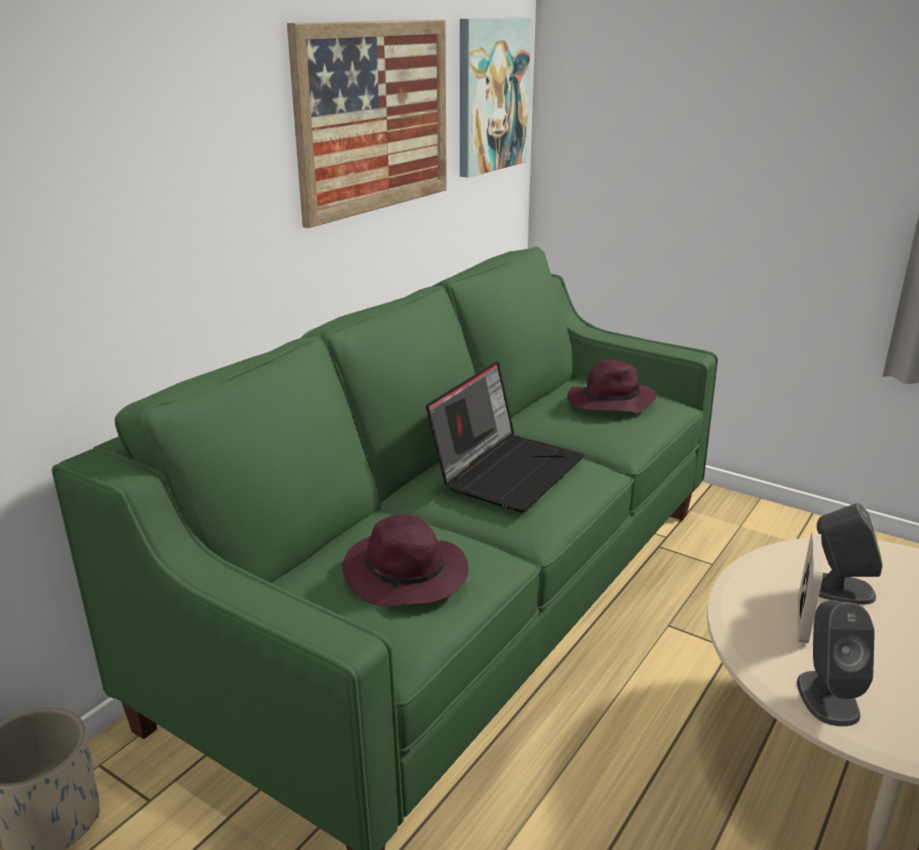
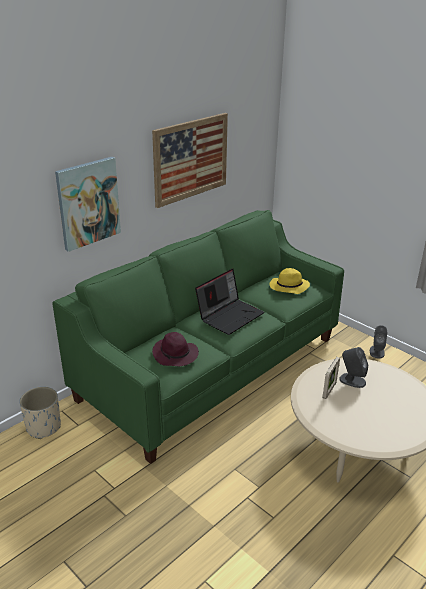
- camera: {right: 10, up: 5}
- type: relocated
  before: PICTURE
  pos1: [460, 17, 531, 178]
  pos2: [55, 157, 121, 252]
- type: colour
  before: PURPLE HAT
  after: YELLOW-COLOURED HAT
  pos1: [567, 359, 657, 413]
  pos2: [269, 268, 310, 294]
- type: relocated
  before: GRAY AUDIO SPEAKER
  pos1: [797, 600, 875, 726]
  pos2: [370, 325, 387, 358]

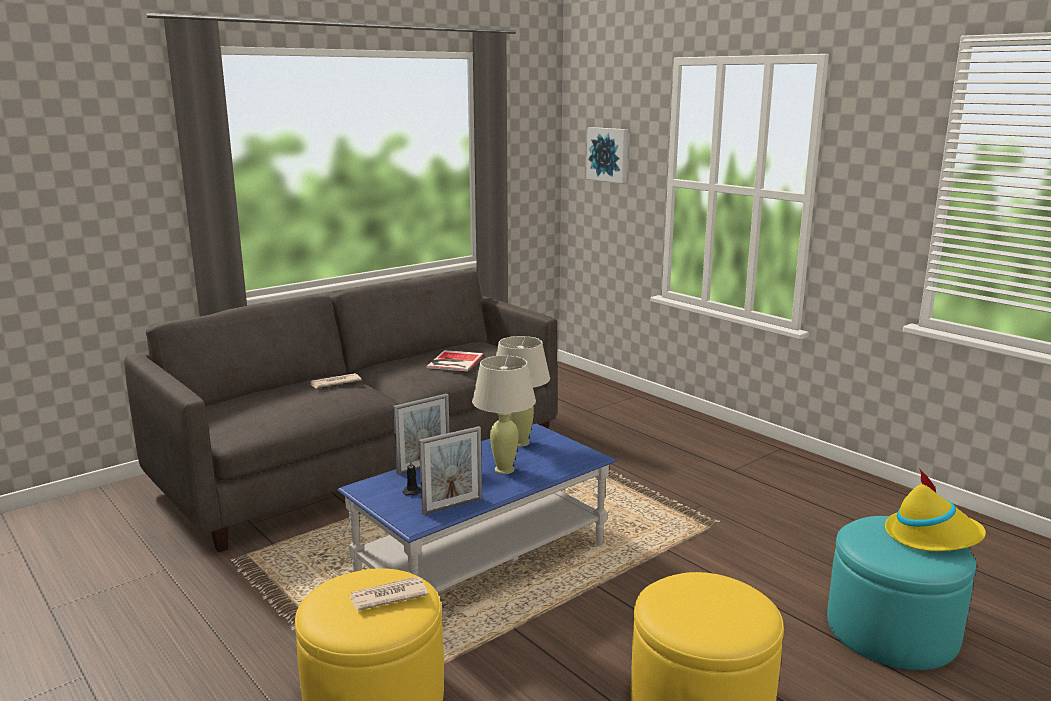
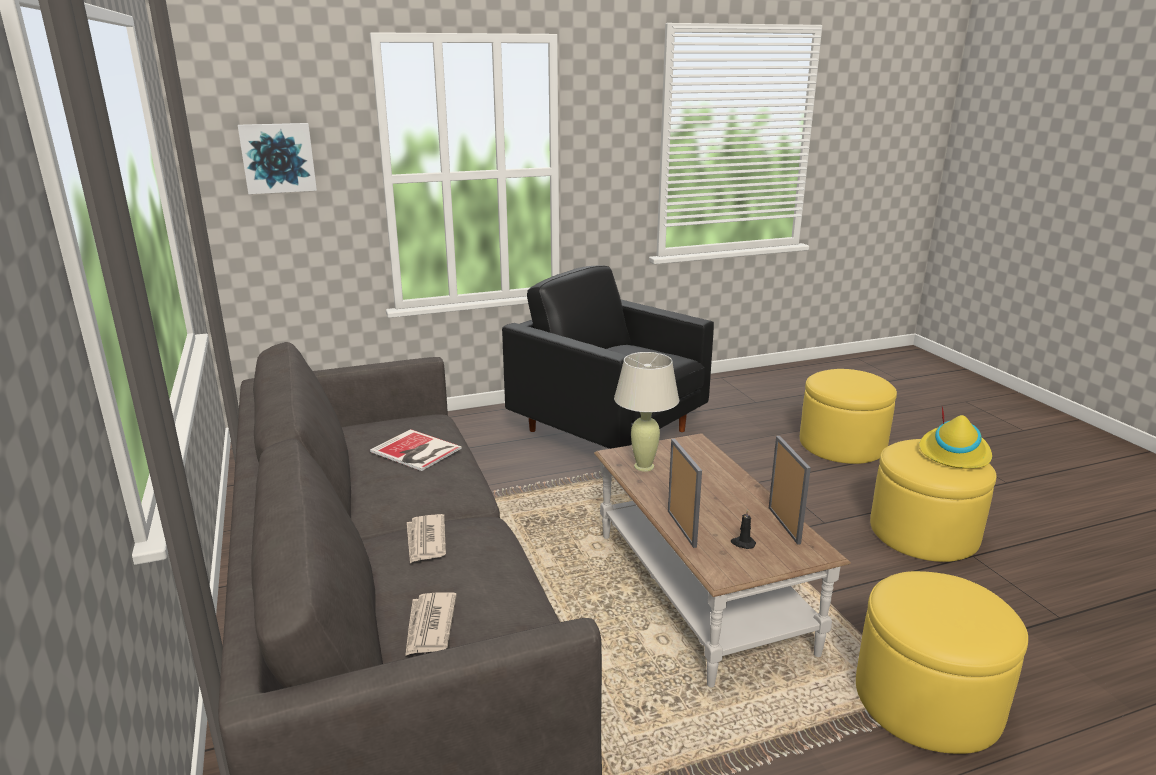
- camera: {right: -70, up: 5}
- type: missing
  before: BEIGE TABLE LAMP
  pos1: [472, 355, 536, 474]
- type: colour
  before: BLUE-COLOURED COFFEE TABLE
  after: BROWN-COLOURED COFFEE TABLE
  pos1: [337, 423, 616, 592]
  pos2: [594, 433, 851, 687]
- type: relocated
  before: YELLOW-COLOURED HAT
  pos1: [885, 468, 986, 551]
  pos2: [919, 407, 992, 468]
- type: colour
  before: TURQUOISE-COLOURED POUFFE
  after: YELLOW-COLOURED POUFFE
  pos1: [827, 516, 976, 670]
  pos2: [800, 369, 897, 464]
- type: relocated
  before: PRINTED PAPER
  pos1: [349, 577, 428, 610]
  pos2: [405, 592, 457, 656]
- type: appeared
  after: BLACK LOUNGE CHAIR
  pos2: [502, 265, 714, 449]

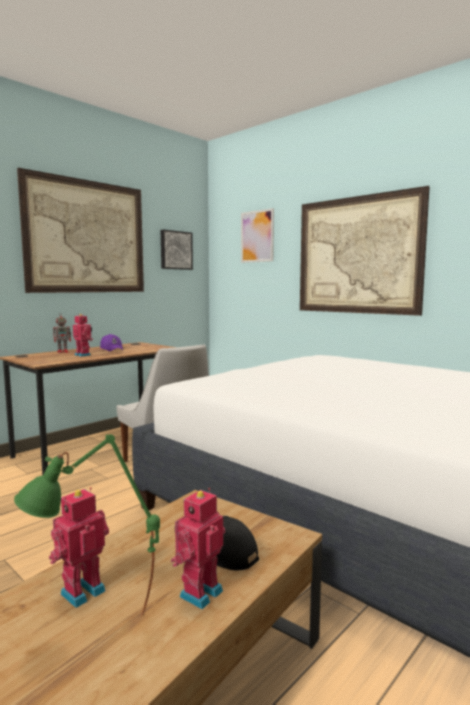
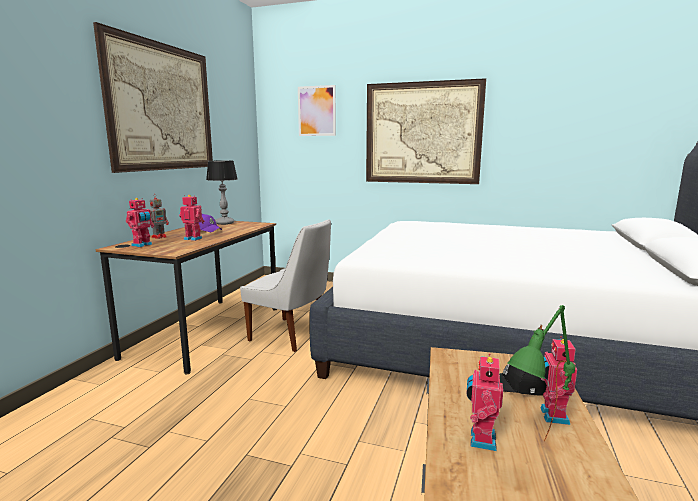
- camera: {right: -25, up: 5}
- type: missing
  before: PICTURE
  pos1: [161, 229, 193, 270]
- type: appeared
  after: TABLE LAMP
  pos2: [206, 161, 238, 225]
- type: appeared
  after: ROBOT FIGURE
  pos2: [126, 198, 154, 247]

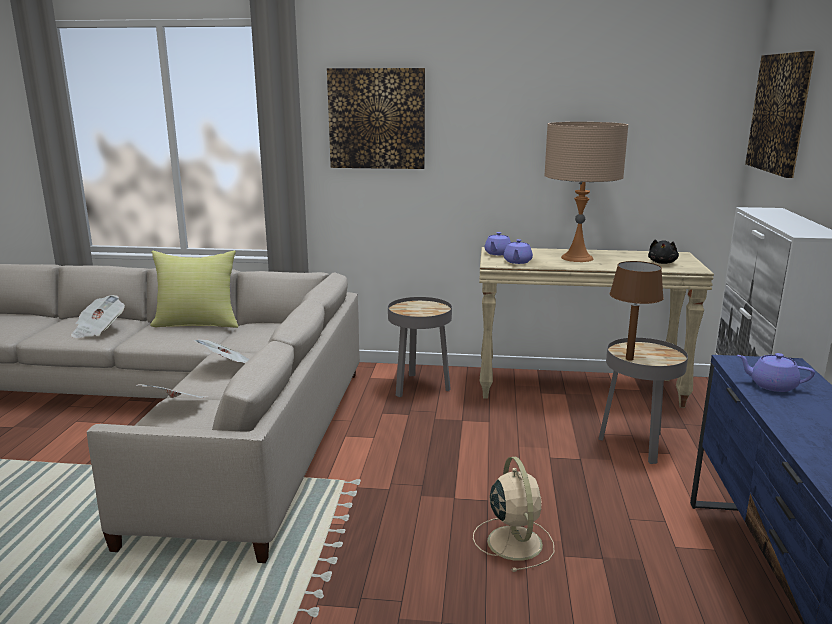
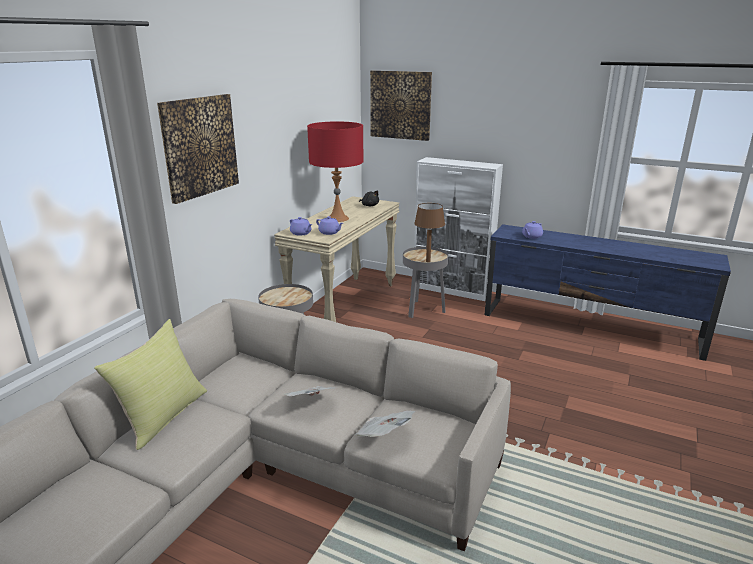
- camera: {right: -70, up: 5}
- type: colour
  before: BEIGE TABLE LAMP
  after: RED TABLE LAMP
  pos1: [545, 122, 628, 262]
  pos2: [307, 121, 363, 222]
- type: missing
  before: PRINTED PAPER
  pos1: [71, 295, 125, 338]
- type: missing
  before: BEIGE COOLING FAN
  pos1: [473, 457, 554, 572]

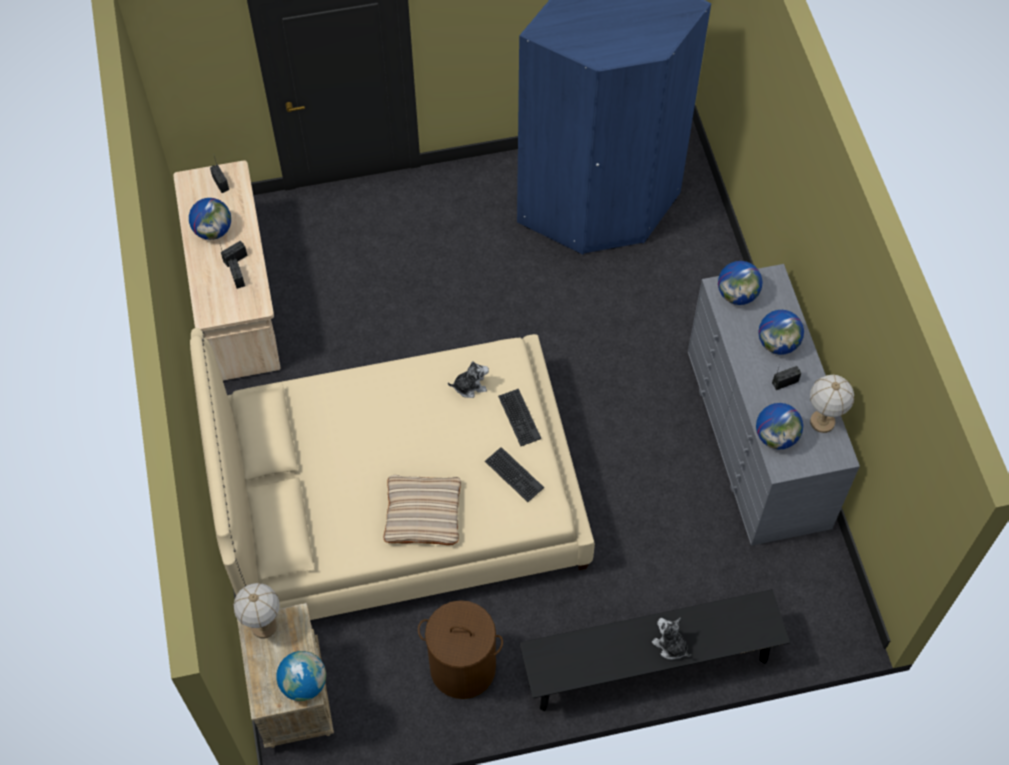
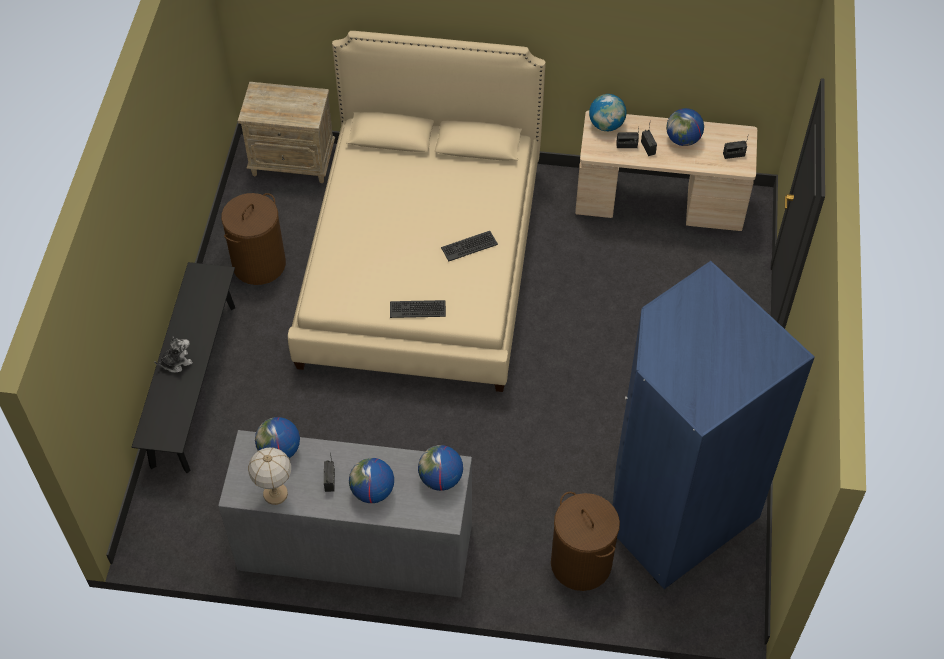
- camera: {right: 110, up: -5}
- type: missing
  before: CUDDLY TOY
  pos1: [448, 361, 489, 398]
- type: relocated
  before: KEYBOARD
  pos1: [485, 447, 544, 502]
  pos2: [441, 231, 498, 261]
- type: missing
  before: BEIGE PILLOW
  pos1: [384, 475, 461, 545]
- type: missing
  before: TABLE LAMP
  pos1: [233, 583, 280, 638]
- type: relocated
  before: DESK GLOBE
  pos1: [276, 651, 326, 701]
  pos2: [589, 94, 627, 131]
- type: appeared
  after: BROWN-COLOURED WASHING BASKET
  pos2: [551, 492, 620, 591]

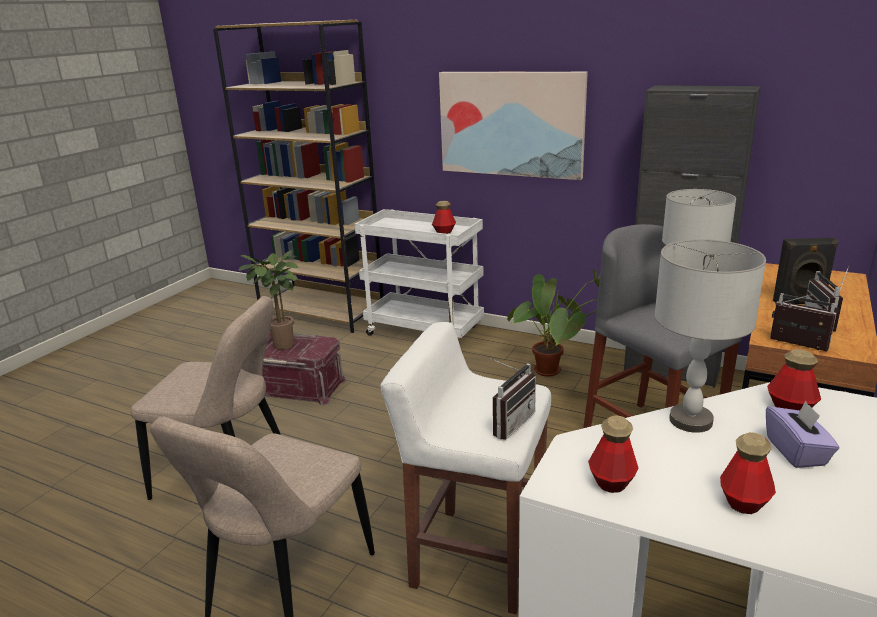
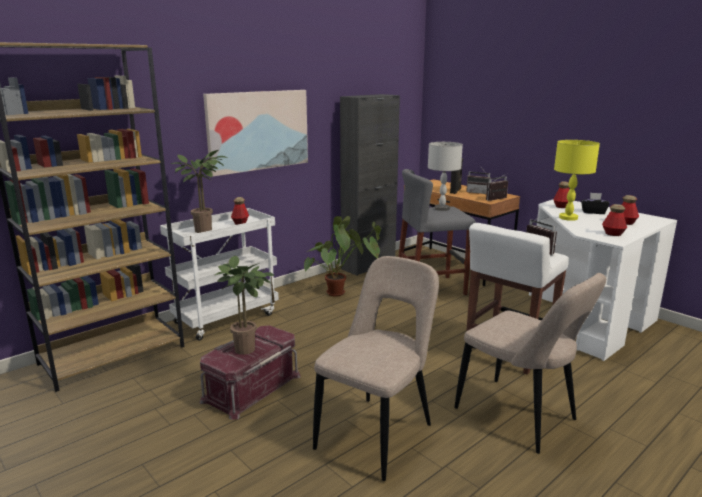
- camera: {right: -70, up: -5}
- type: colour
  before: GRAY TABLE LAMP
  after: YELLOW-COLOURED TABLE LAMP
  pos1: [655, 239, 766, 433]
  pos2: [554, 140, 600, 221]
- type: colour
  before: PURPLE BOX OF TISSUES
  after: BLACK BOX OF TISSUES
  pos1: [766, 401, 839, 468]
  pos2: [581, 193, 610, 214]
- type: appeared
  after: PLANT IN A POT
  pos2: [171, 150, 227, 233]

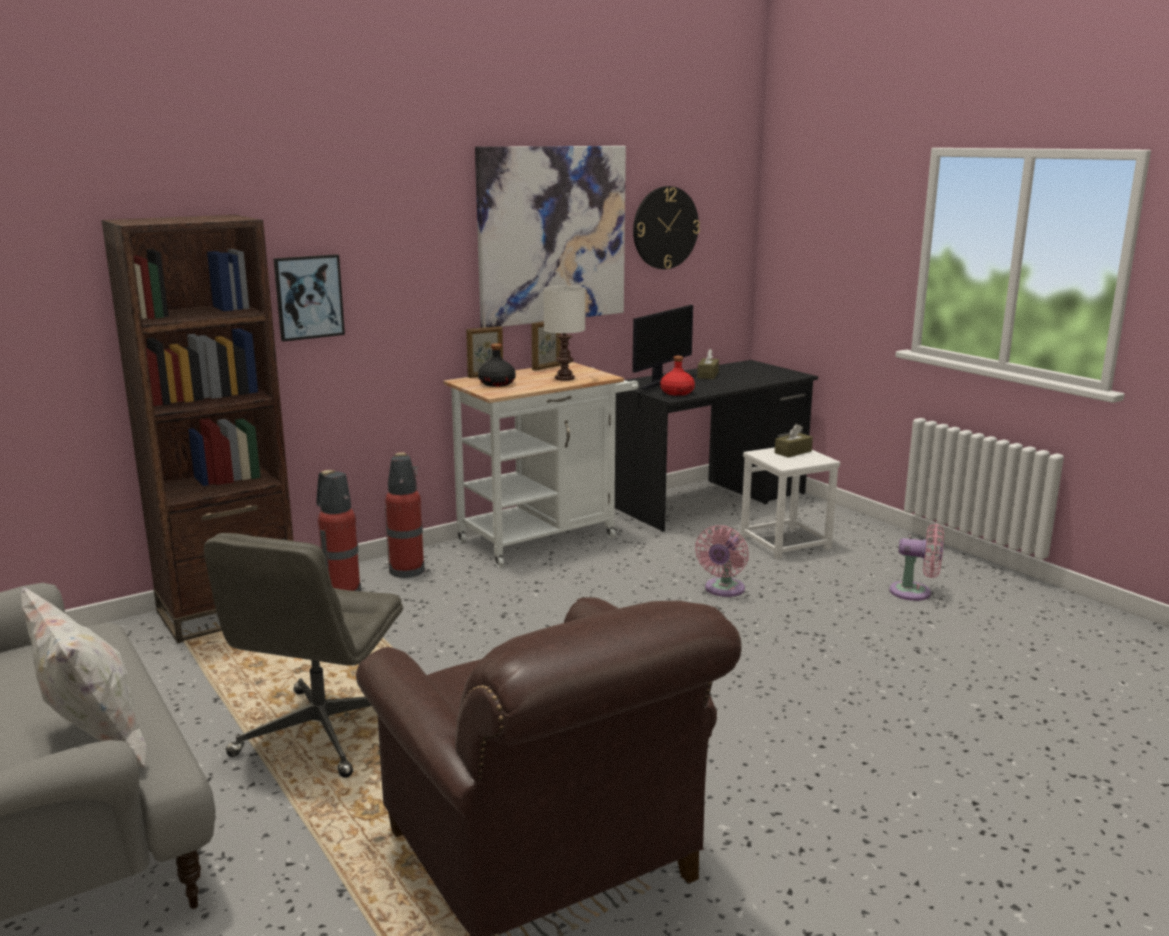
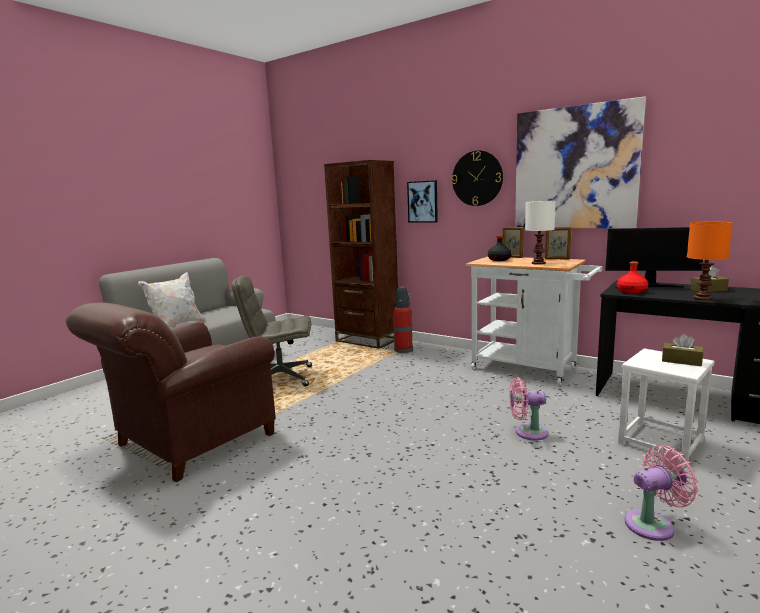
- camera: {right: 70, up: -5}
- type: relocated
  before: WALL CLOCK
  pos1: [633, 186, 700, 269]
  pos2: [452, 150, 503, 206]
- type: missing
  before: FIRE-FIGHTING CYLINDER
  pos1: [385, 452, 425, 578]
- type: spun
  before: PINK COOLING FAN
  pos1: [889, 524, 944, 601]
  pos2: [625, 445, 699, 541]
  turn: -105
- type: appeared
  after: ORANGE TABLE LAMP
  pos2: [687, 221, 733, 301]

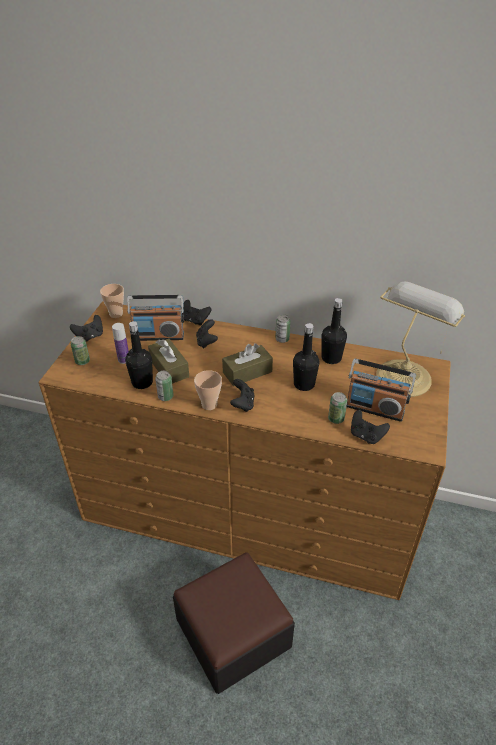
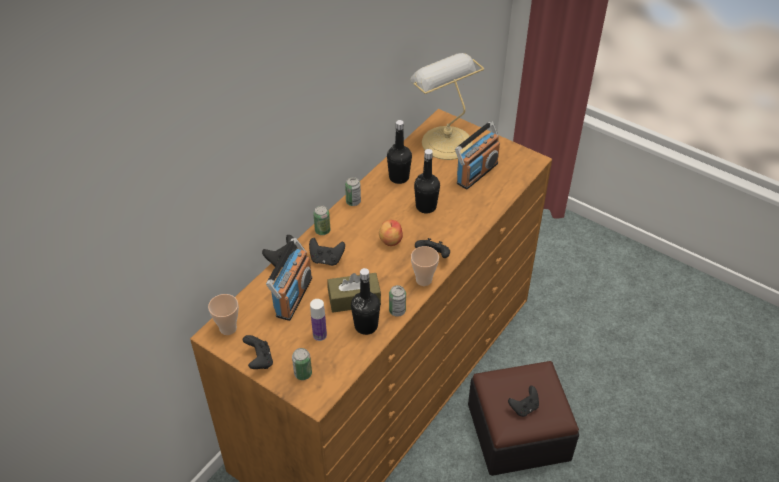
- camera: {right: -70, up: 5}
- type: exchanged
  before: BROWN-COLOURED BOX OF TISSUES
  after: APPLE
  pos1: [222, 343, 273, 386]
  pos2: [379, 220, 403, 246]
- type: relocated
  before: SEALED CAN
  pos1: [328, 392, 347, 424]
  pos2: [313, 206, 330, 235]
- type: relocated
  before: BLACK GAME CONTROLLER
  pos1: [351, 410, 390, 444]
  pos2: [508, 386, 539, 417]

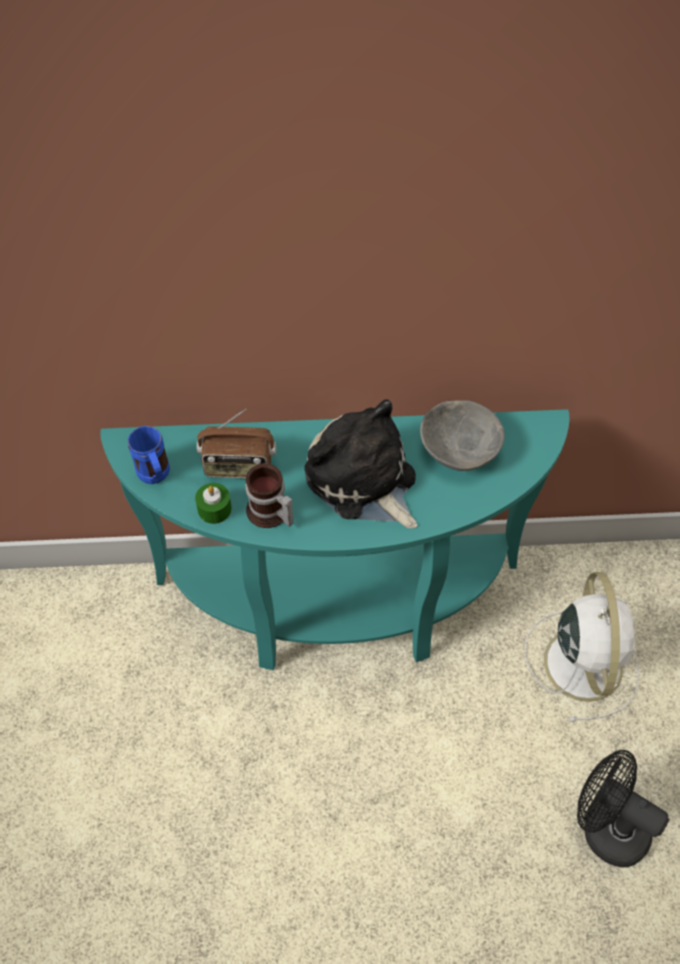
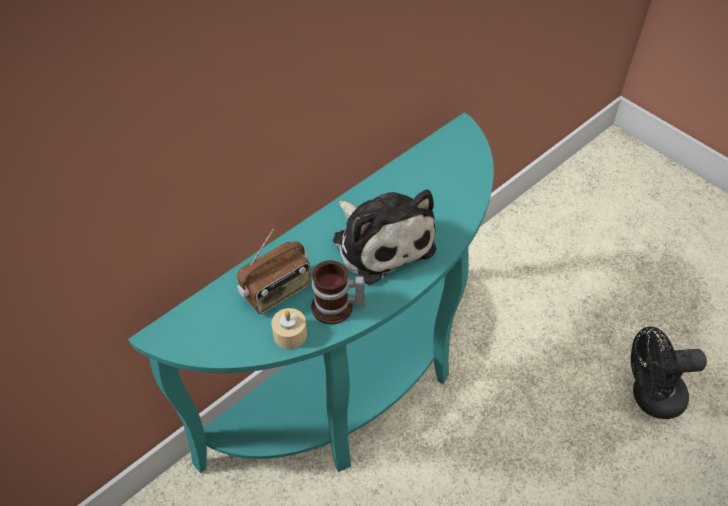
- camera: {right: -40, up: -5}
- type: spun
  before: CUDDLY TOY
  pos1: [304, 399, 418, 529]
  pos2: [333, 190, 436, 285]
  turn: -135
- type: missing
  before: GRAY SERVING BOWL
  pos1: [420, 400, 505, 471]
- type: missing
  before: BLUE-COLOURED MUG
  pos1: [128, 426, 170, 484]
- type: colour
  before: GREENISH WAX CANDLE
  after: BEIGE WAX CANDLE
  pos1: [195, 483, 232, 524]
  pos2: [271, 308, 307, 349]
- type: missing
  before: WHITISH COOLING FAN
  pos1: [524, 572, 640, 722]

